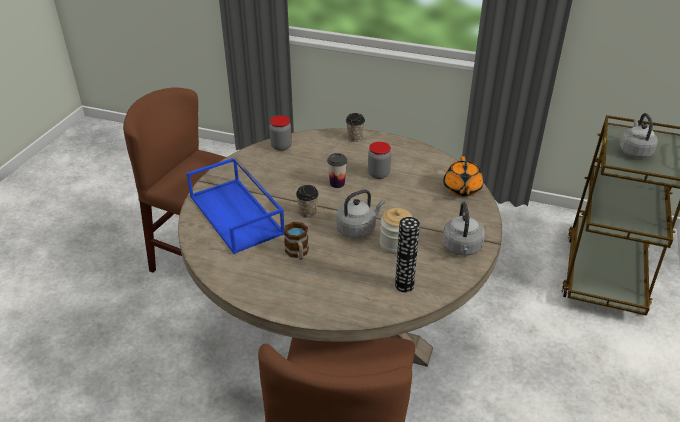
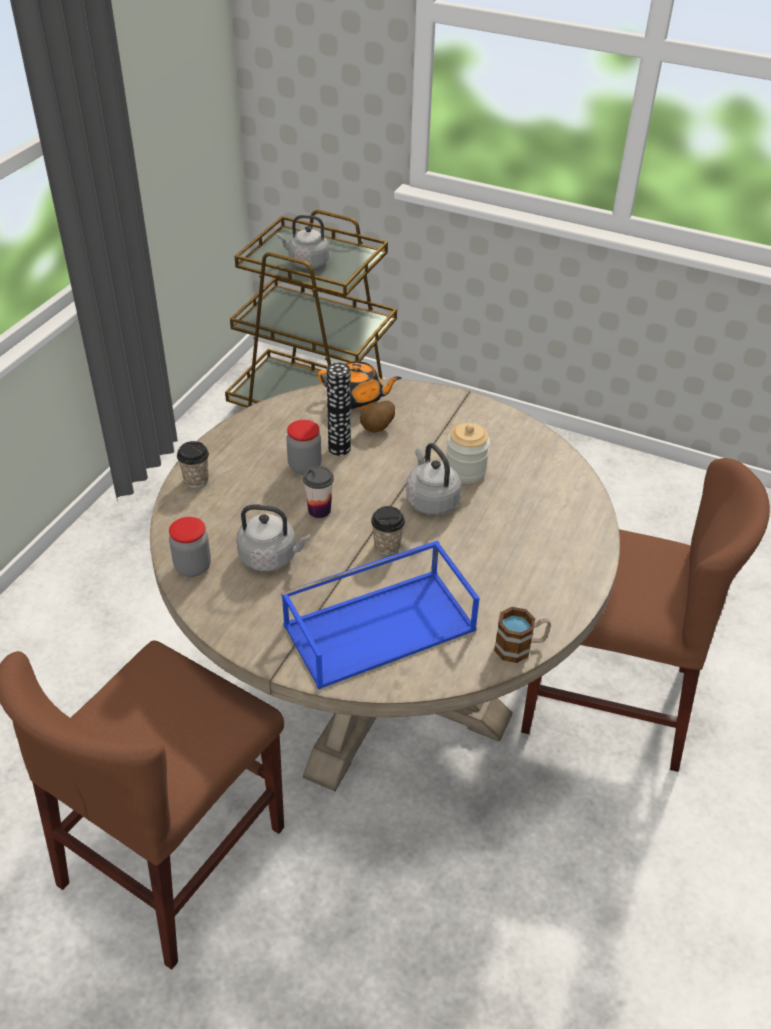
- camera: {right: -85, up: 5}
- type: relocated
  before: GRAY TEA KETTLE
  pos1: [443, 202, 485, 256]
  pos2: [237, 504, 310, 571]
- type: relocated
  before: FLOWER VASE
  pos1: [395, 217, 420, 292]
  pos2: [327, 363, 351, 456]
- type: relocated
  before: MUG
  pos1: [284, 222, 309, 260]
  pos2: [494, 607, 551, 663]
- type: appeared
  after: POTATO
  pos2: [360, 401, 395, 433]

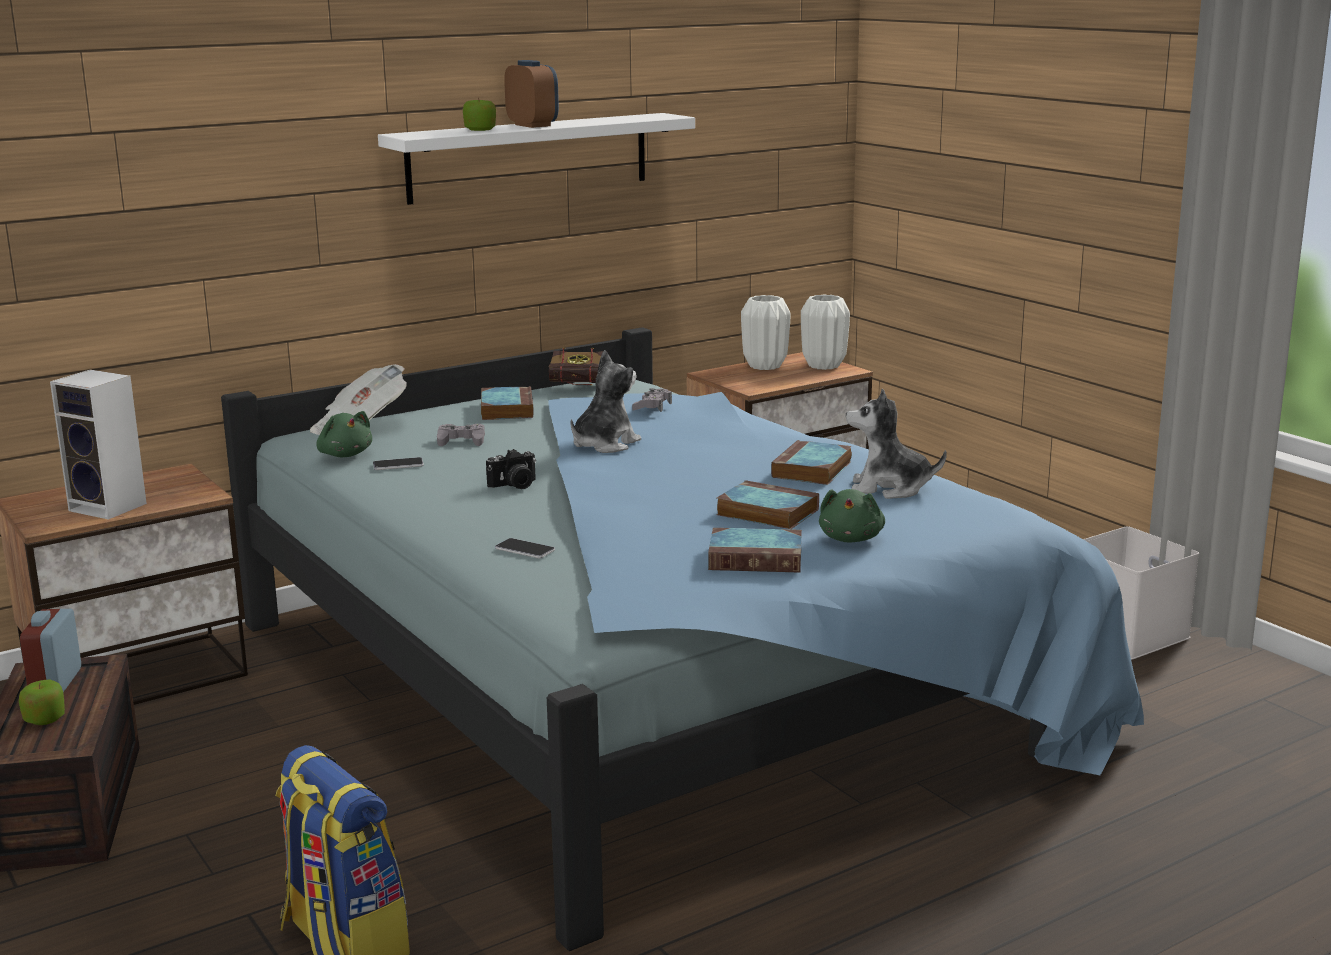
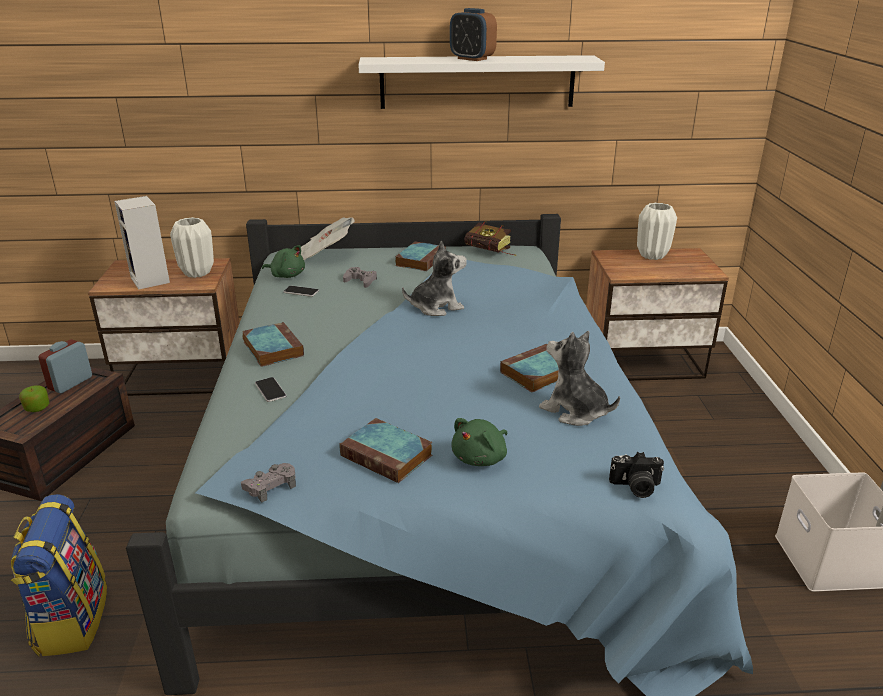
- camera: {right: 30, up: 10}
- type: spun
  before: TABLE CLOCK
  pos1: [504, 60, 559, 128]
  pos2: [450, 8, 497, 61]
  turn: 135
- type: missing
  before: APPLE
  pos1: [463, 98, 496, 131]
- type: relocated
  before: WHITISH FLOWER VASE
  pos1: [801, 295, 850, 370]
  pos2: [170, 217, 214, 278]
- type: relocated
  before: GRAY GAME CONTROLLER
  pos1: [632, 388, 672, 412]
  pos2: [241, 463, 296, 503]
- type: spun
  before: GREENISH CUDDLY TOY
  pos1: [316, 411, 372, 457]
  pos2: [262, 245, 305, 278]
  turn: -60
- type: relocated
  before: PHOTO CAMERA
  pos1: [486, 449, 536, 489]
  pos2: [609, 452, 664, 498]
- type: relocated
  before: BOOK
  pos1: [716, 480, 819, 529]
  pos2: [242, 322, 304, 367]

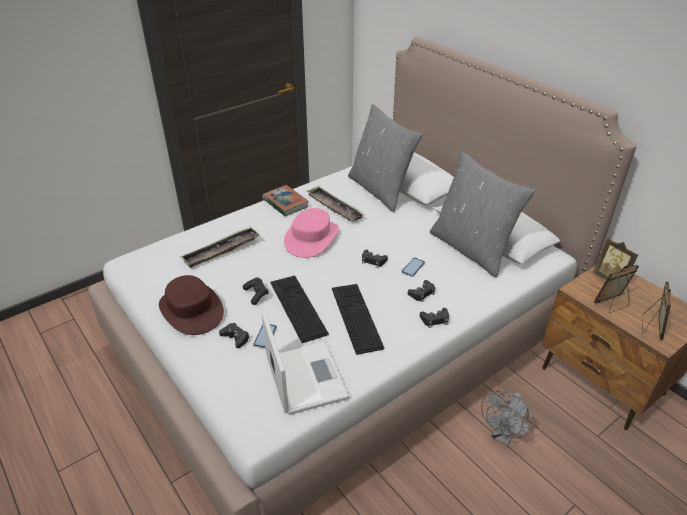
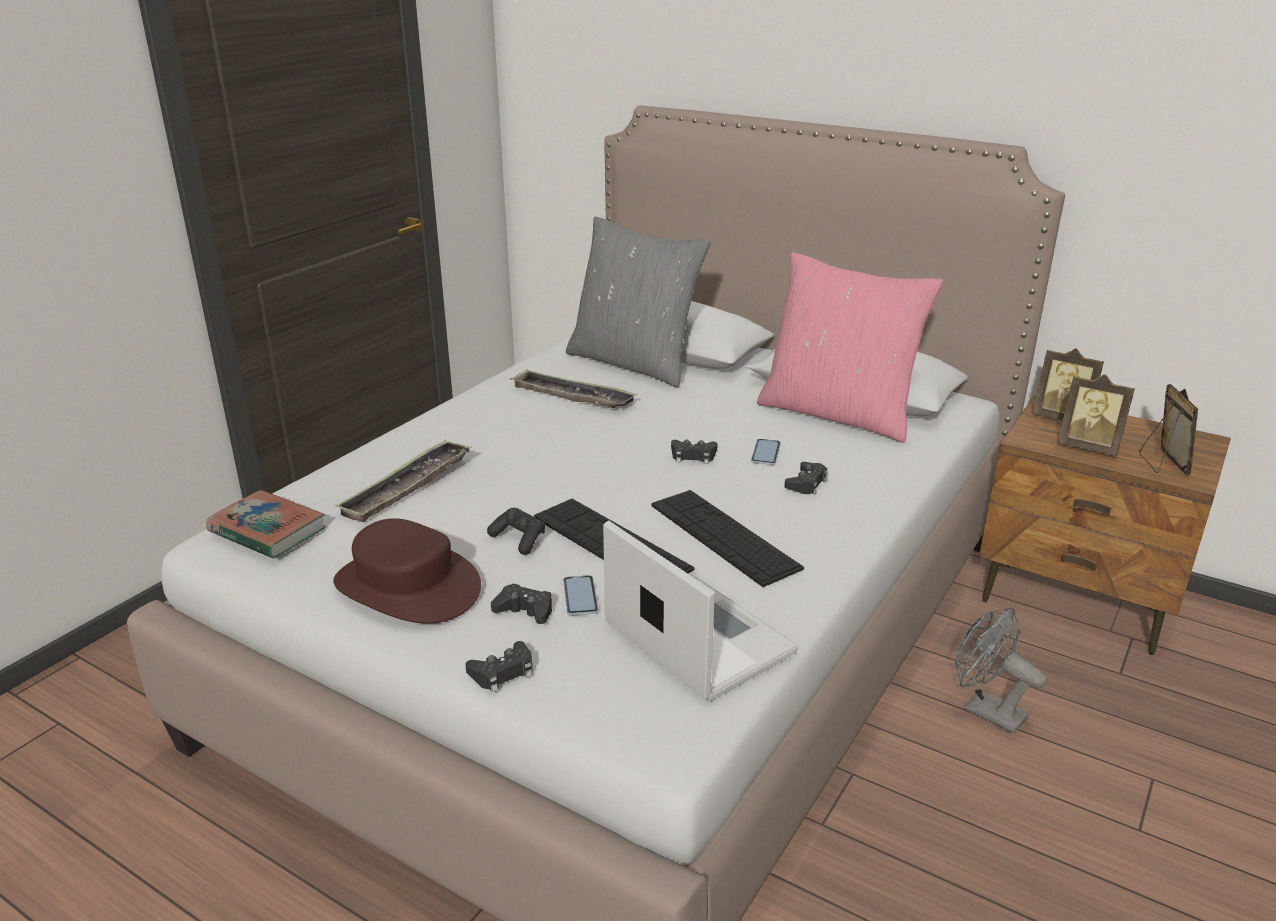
- camera: {right: -20, up: -10}
- type: colour
  before: GRAY PILLOW
  after: PINK PILLOW
  pos1: [430, 152, 535, 278]
  pos2: [757, 252, 943, 443]
- type: relocated
  before: BOOK
  pos1: [263, 185, 309, 216]
  pos2: [206, 490, 326, 559]
- type: missing
  before: PINK HAT
  pos1: [284, 208, 339, 258]
- type: spun
  before: PICTURE FRAME
  pos1: [594, 265, 639, 313]
  pos2: [1058, 374, 1135, 456]
  turn: -105
- type: relocated
  before: BLACK GAME CONTROLLER
  pos1: [420, 308, 449, 328]
  pos2: [465, 641, 533, 692]
- type: spun
  before: GRAY COOLING FAN
  pos1: [481, 391, 535, 446]
  pos2: [955, 607, 1047, 734]
  turn: 120

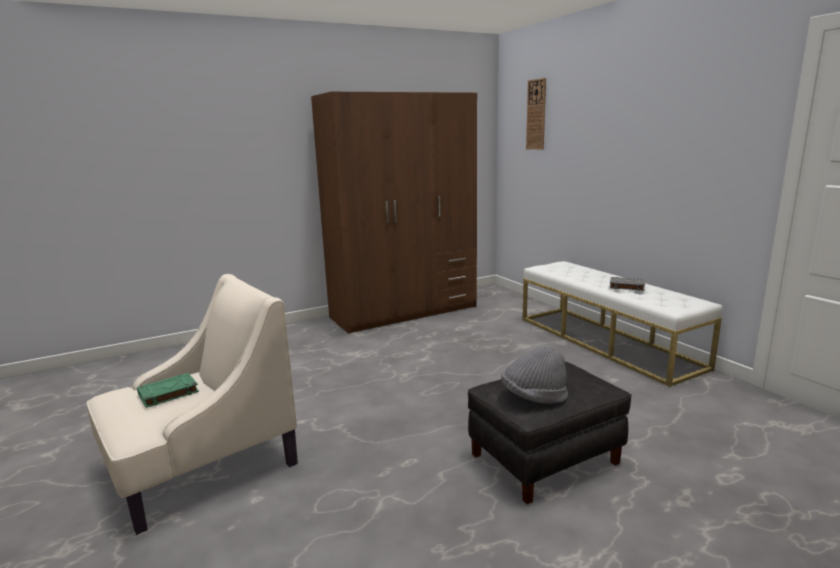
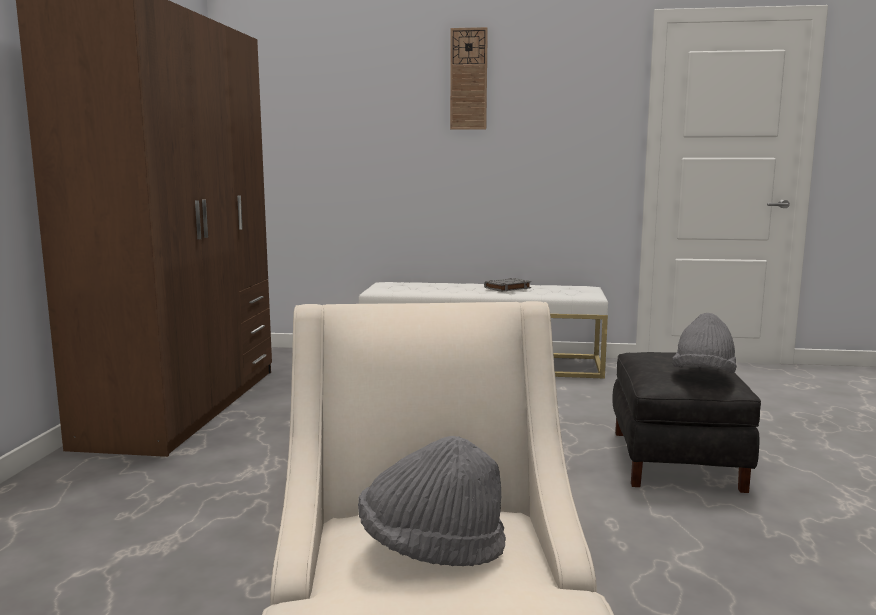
- camera: {right: -55, up: -5}
- type: relocated
  before: WALL CLOCK
  pos1: [526, 78, 546, 150]
  pos2: [450, 27, 488, 130]
- type: exchanged
  before: GREENISH BOOK
  after: GRAY HAT
  pos1: [137, 373, 199, 408]
  pos2: [358, 436, 506, 566]

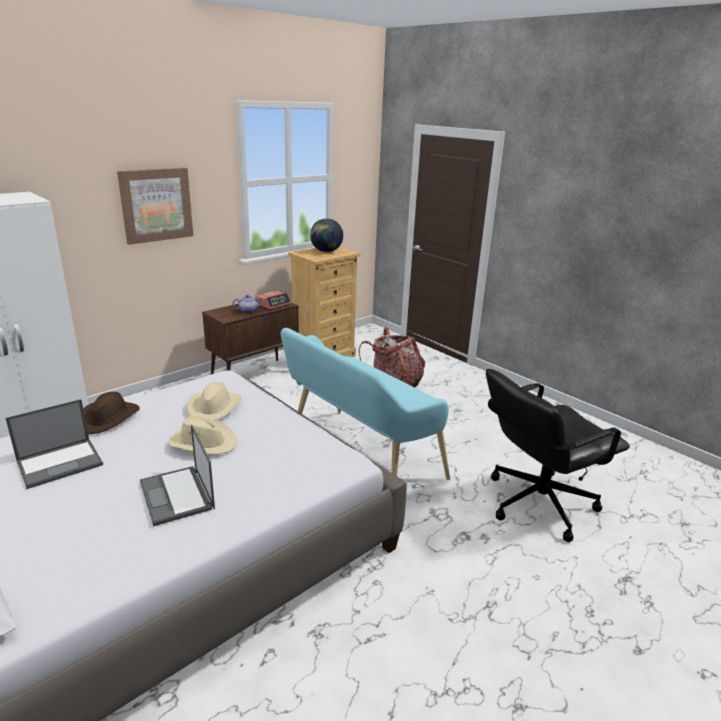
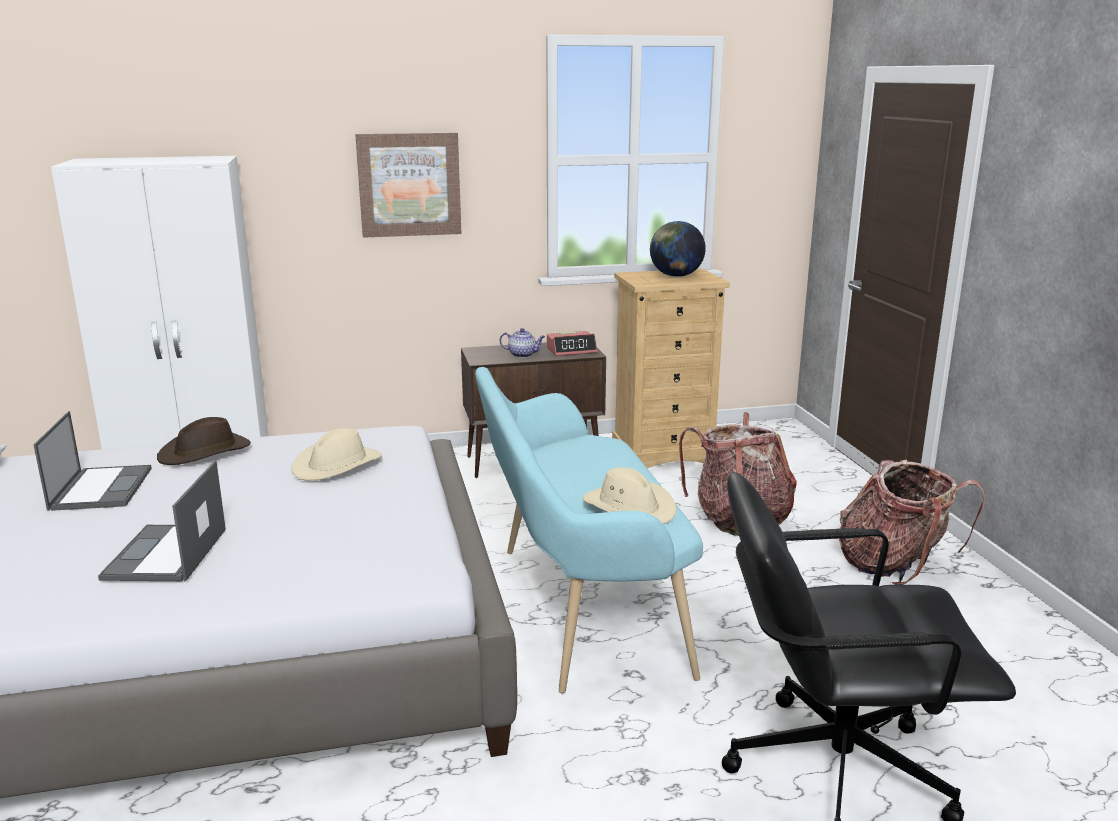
- camera: {right: 30, up: -5}
- type: spun
  before: PORTABLE COMPUTER
  pos1: [6, 399, 103, 489]
  pos2: [34, 411, 152, 511]
  turn: -90
- type: relocated
  before: BEIGE HAT
  pos1: [168, 416, 237, 455]
  pos2: [583, 467, 677, 524]
- type: appeared
  after: KNAPSACK
  pos2: [839, 460, 985, 585]

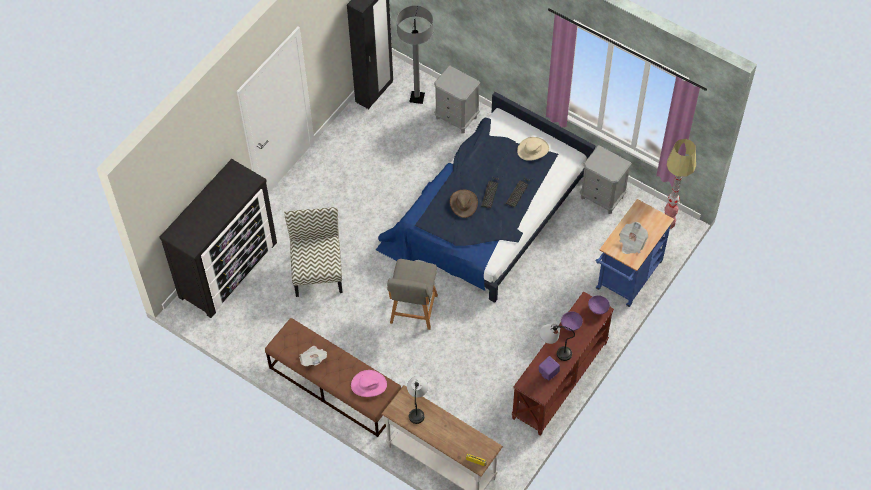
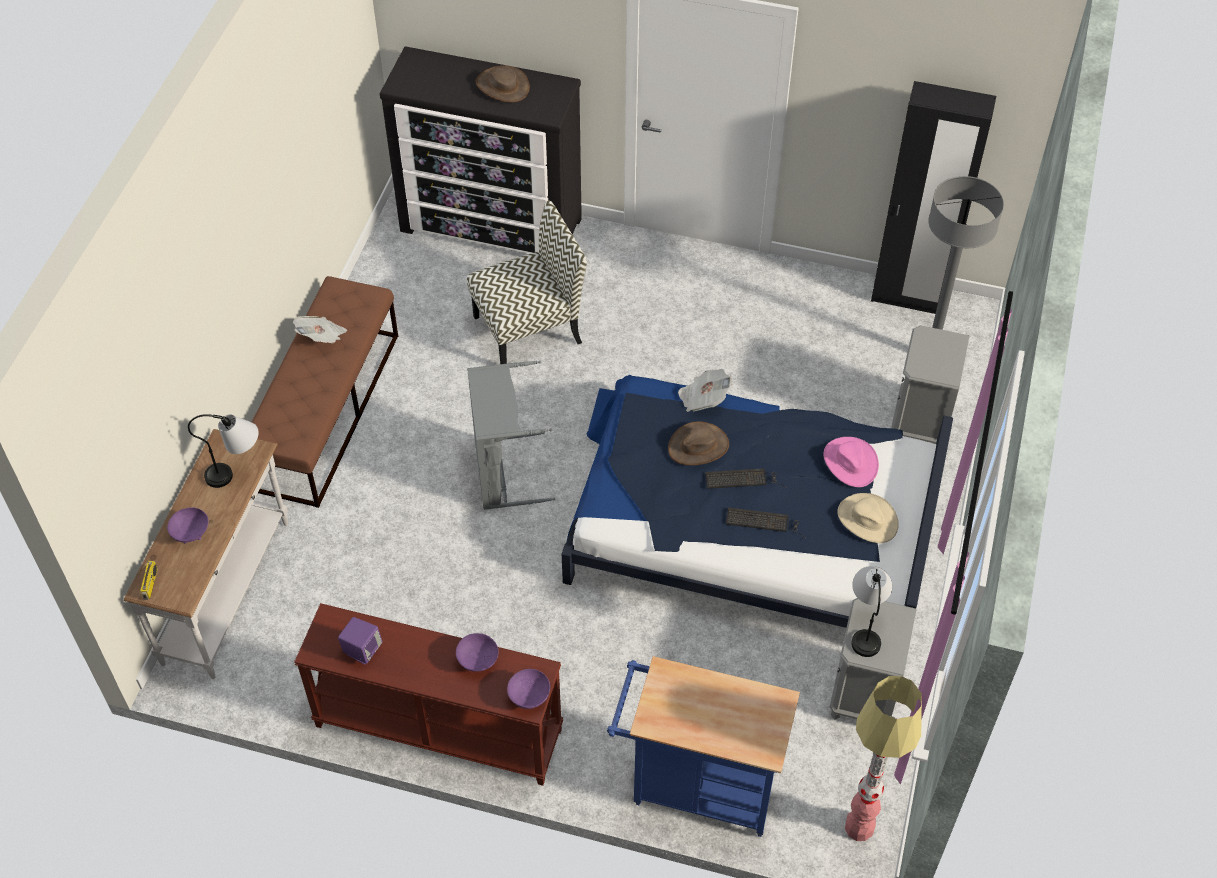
- camera: {right: 70, up: -5}
- type: relocated
  before: PRINTED PAPER
  pos1: [619, 222, 648, 254]
  pos2: [678, 369, 732, 412]
- type: exchanged
  before: GRAY UPRIGHT CHAIR
  after: GRAY WASHING BASKET
  pos1: [387, 259, 438, 330]
  pos2: [467, 361, 555, 510]
- type: relocated
  before: TABLE LAMP
  pos1: [540, 324, 575, 361]
  pos2: [851, 566, 892, 657]
- type: relocated
  before: PINK HAT
  pos1: [351, 370, 387, 397]
  pos2: [823, 437, 879, 487]
- type: appeared
  after: BROWN-COLOURED HAT
  pos2: [476, 65, 530, 102]
- type: appeared
  after: PURPLE SERVING BOWL
  pos2: [167, 507, 209, 543]

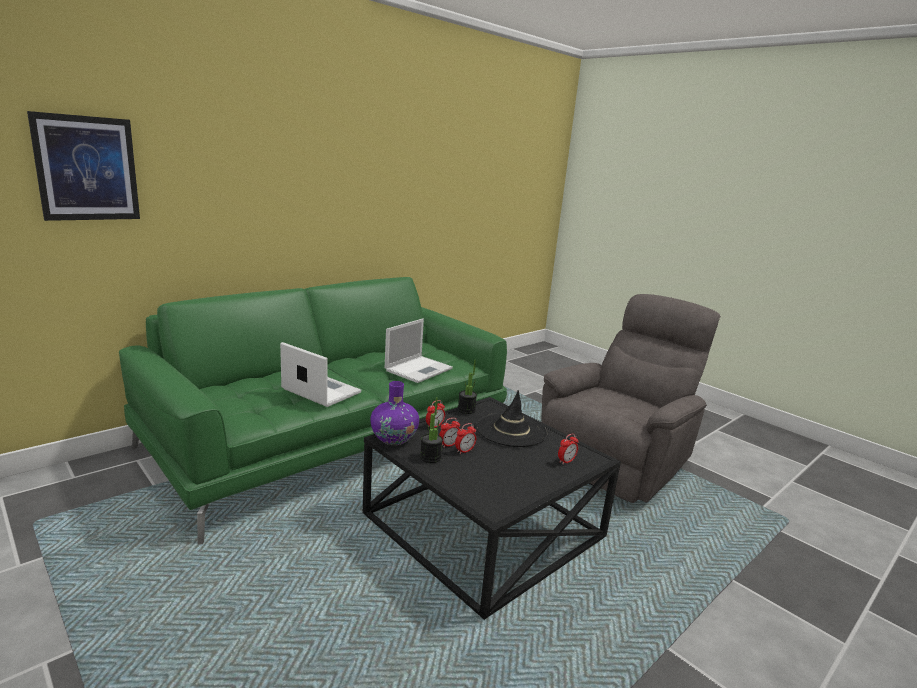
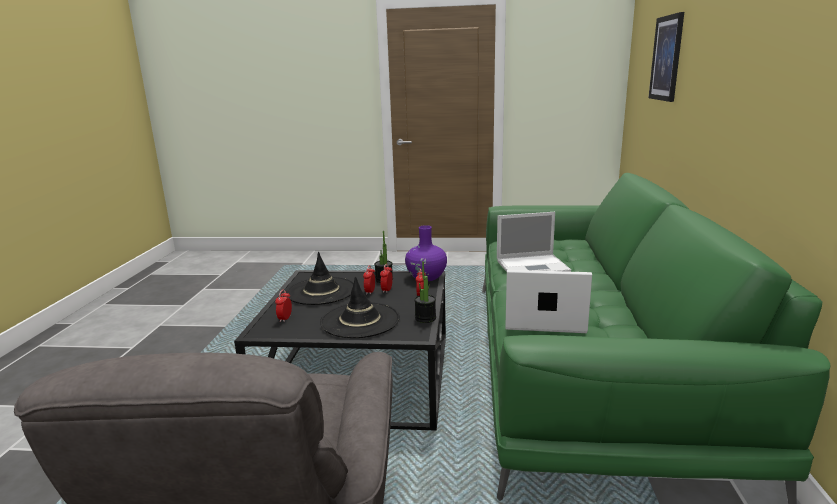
- camera: {right: 140, up: 0}
- type: spun
  before: PORTABLE COMPUTER
  pos1: [385, 319, 453, 383]
  pos2: [505, 270, 592, 333]
  turn: 105
- type: appeared
  after: BLACK HAT
  pos2: [286, 252, 354, 305]

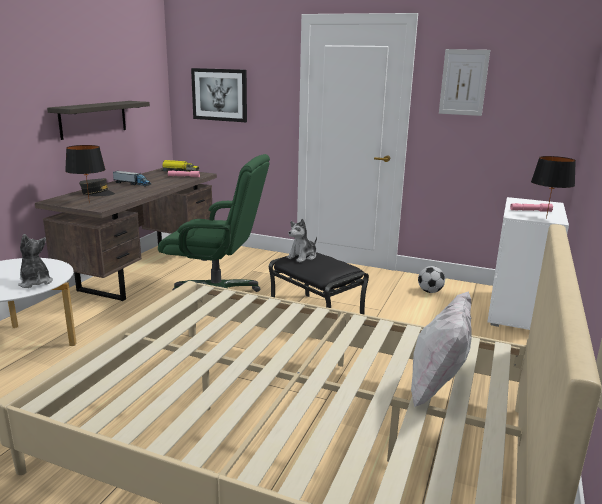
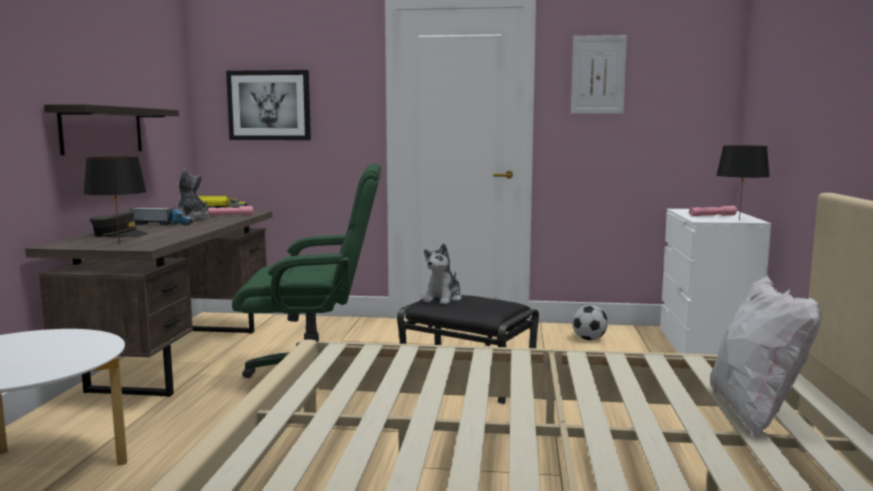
- camera: {right: -15, up: -10}
- type: relocated
  before: CUDDLY TOY
  pos1: [18, 234, 53, 288]
  pos2: [177, 169, 210, 221]

